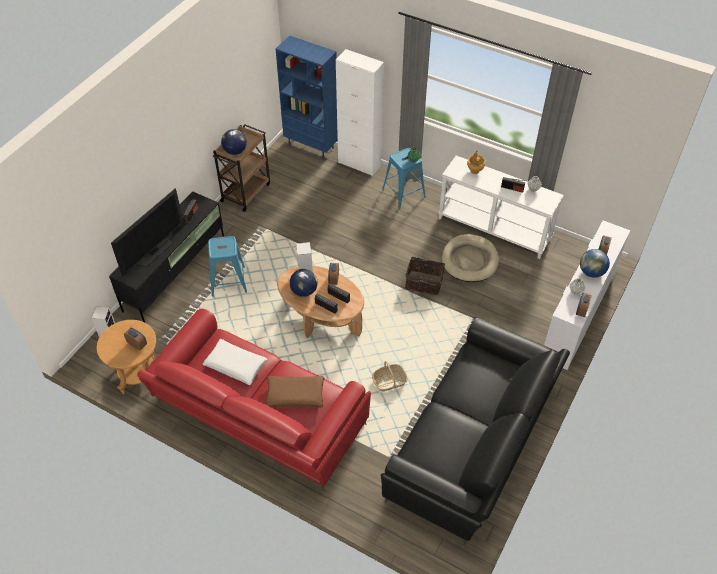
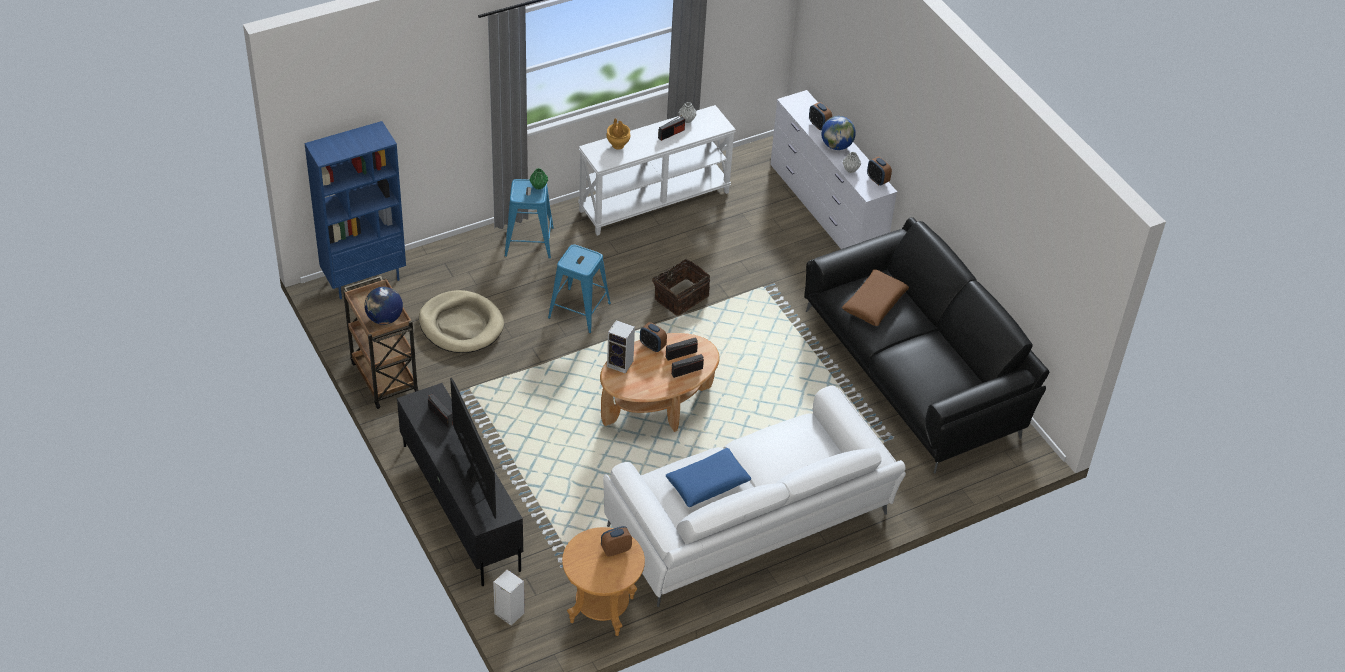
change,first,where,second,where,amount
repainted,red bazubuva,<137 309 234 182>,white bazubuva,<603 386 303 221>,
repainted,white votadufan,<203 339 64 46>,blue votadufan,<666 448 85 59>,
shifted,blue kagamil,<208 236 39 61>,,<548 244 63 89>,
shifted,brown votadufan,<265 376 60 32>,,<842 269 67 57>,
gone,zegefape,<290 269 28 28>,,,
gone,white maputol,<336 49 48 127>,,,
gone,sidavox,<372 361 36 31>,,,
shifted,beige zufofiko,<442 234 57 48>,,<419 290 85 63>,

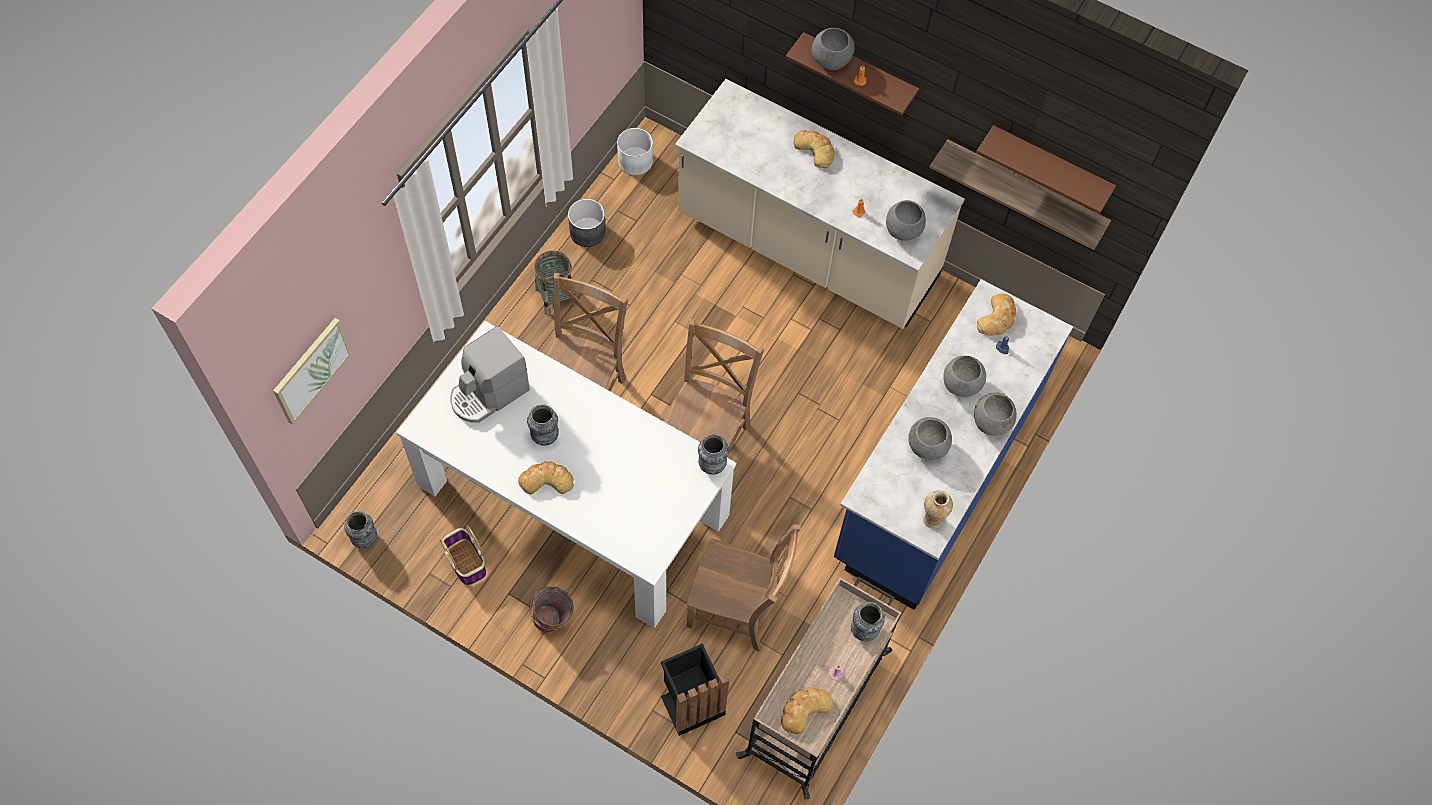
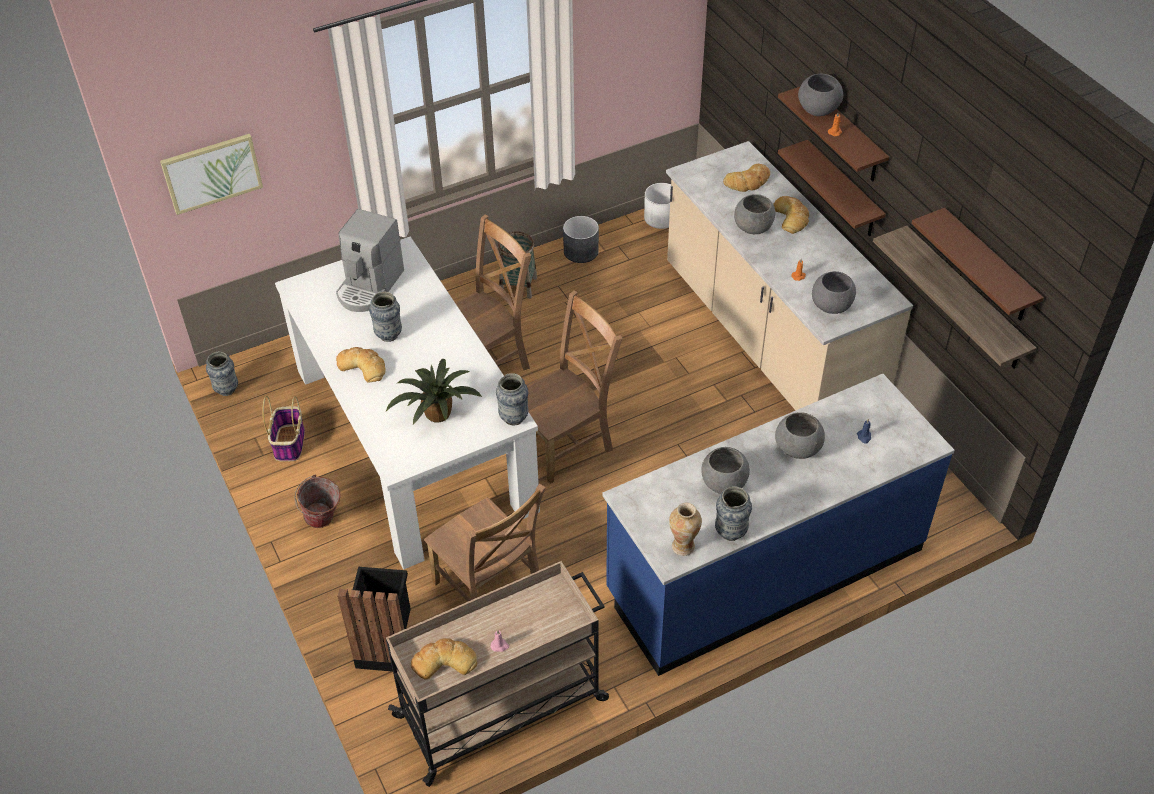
change,first,where,second,where,amount
rotated,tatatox,<450 326 80 97>,,<336 209 68 103>,60 degrees counterclockwise
shifted,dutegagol,<851 602 34 39>,,<715 486 37 55>,
shifted,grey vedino,<974 392 43 44>,,<734 194 41 40>,
shifted,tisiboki,<977 293 39 43>,,<723 164 47 28>,
new,,,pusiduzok,<386 359 96 65>,
new,,,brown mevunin,<778 140 108 96>,

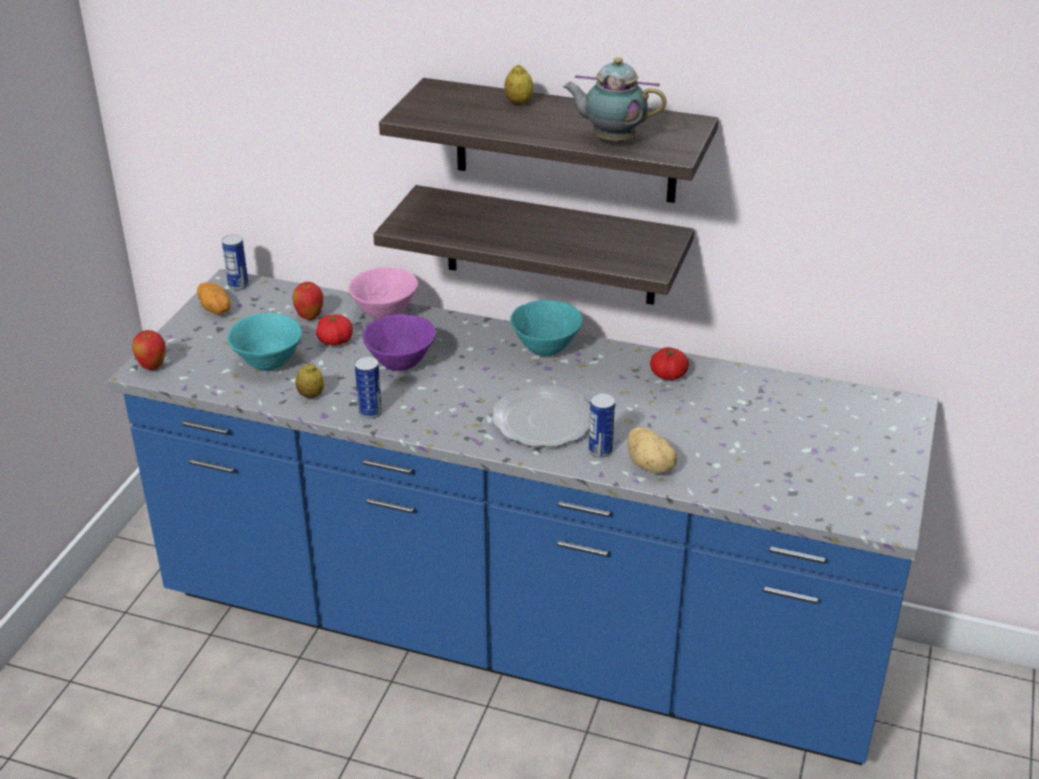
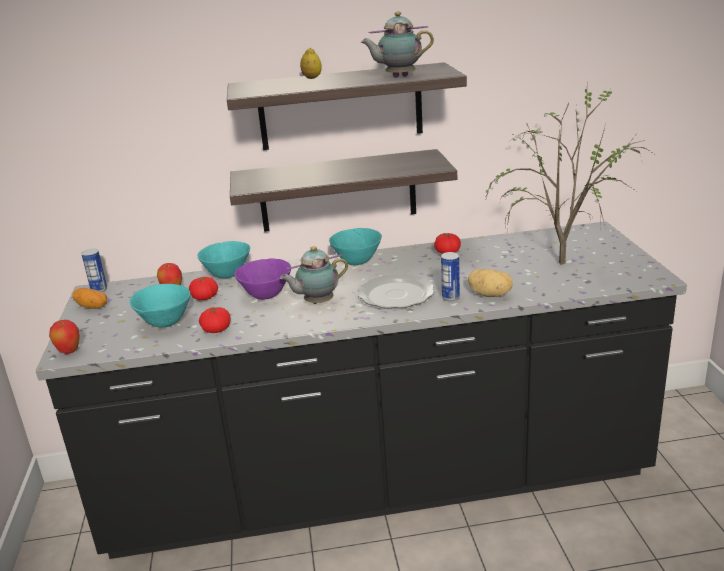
change,first,where,second,where,amount
repainted,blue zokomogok,<108 269 831 496>,black zokomogok,<36 221 651 338>,
swapped,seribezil,<295 363 29 35>,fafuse,<199 307 31 26>,
repainted,pink vedino,<348 267 70 52>,turquoise vedino,<198 241 52 37>,
gone,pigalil,<355 356 27 63>,,,
new,,,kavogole,<280 246 68 58>,
new,,,pusiduzok,<484 89 170 176>,

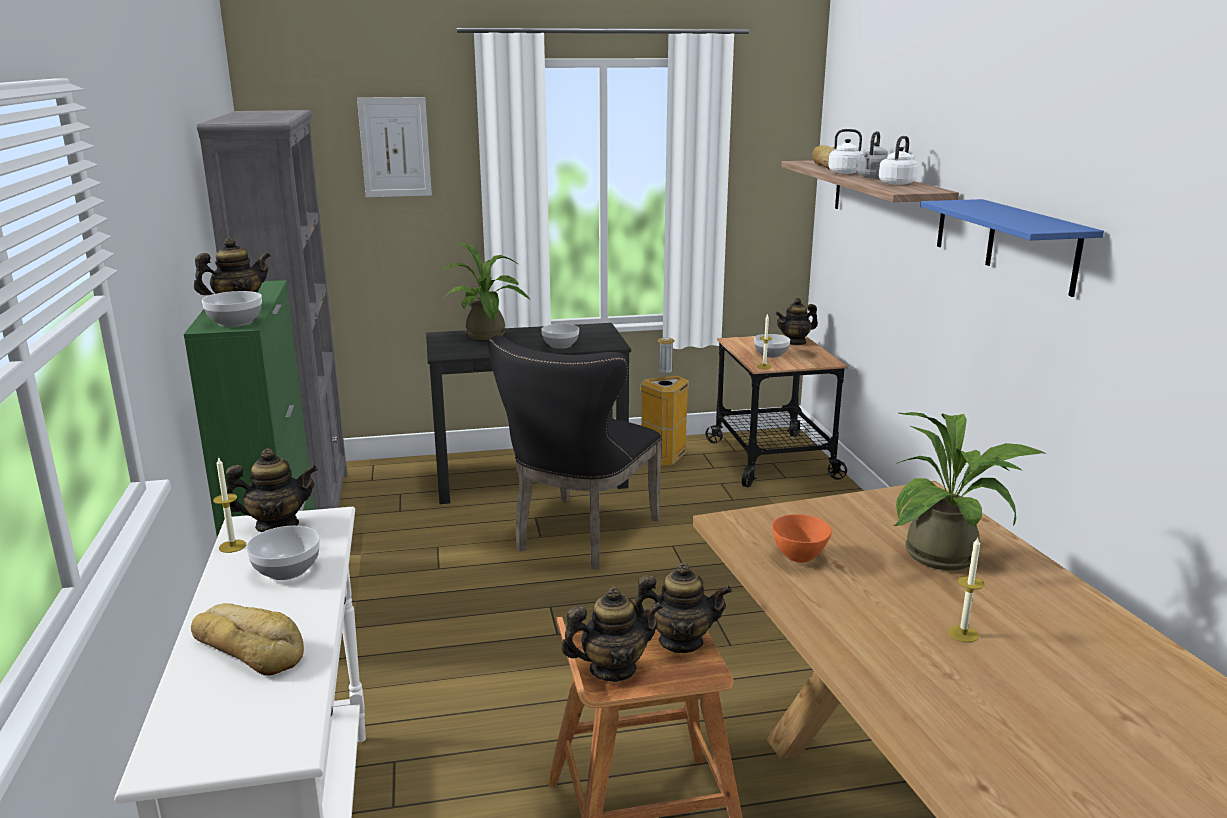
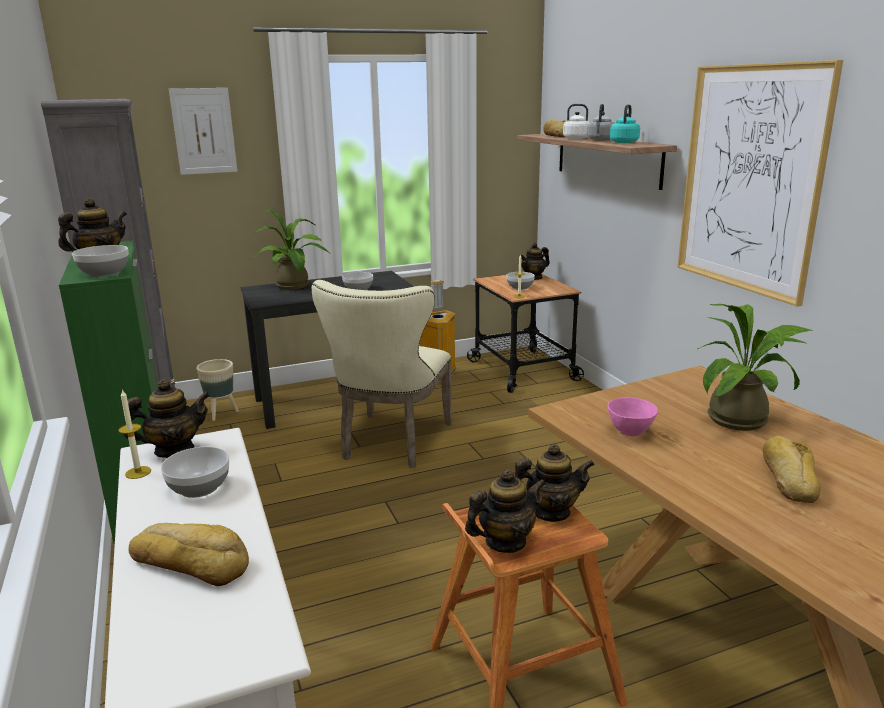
change,first,where,second,where,amount
repainted,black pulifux,<489 335 173 234>,beige pulifux,<312 280 140 188>,
repainted,orange vedino,<772 514 60 49>,pink vedino,<608 397 50 39>,
repainted,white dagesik,<878 136 40 49>,turquoise dagesik,<610 104 30 39>,
swapped,blue mevunin,<920 199 184 98>,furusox,<677 60 166 246>,
swapped,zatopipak,<948 538 36 105>,tisiboki,<763 436 58 67>,
new,,,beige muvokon,<196 359 43 62>,

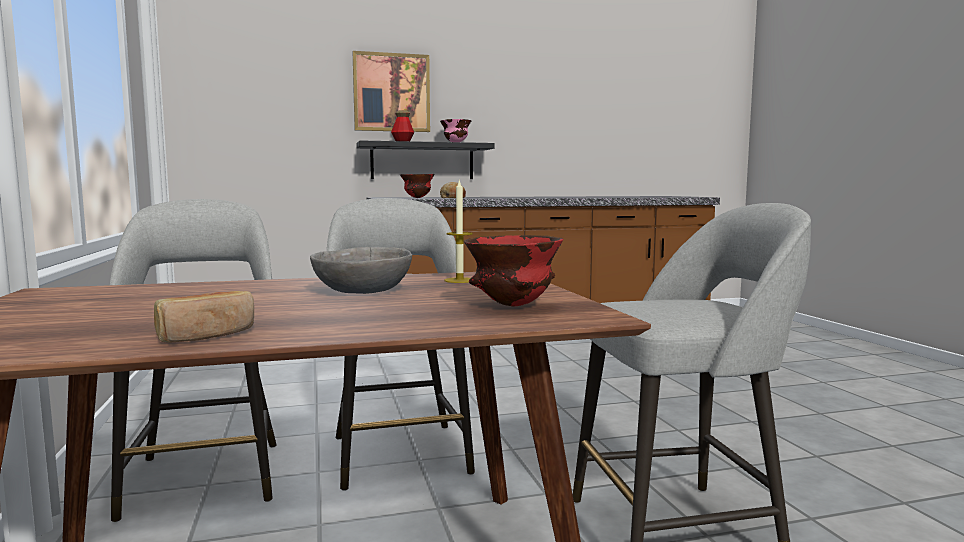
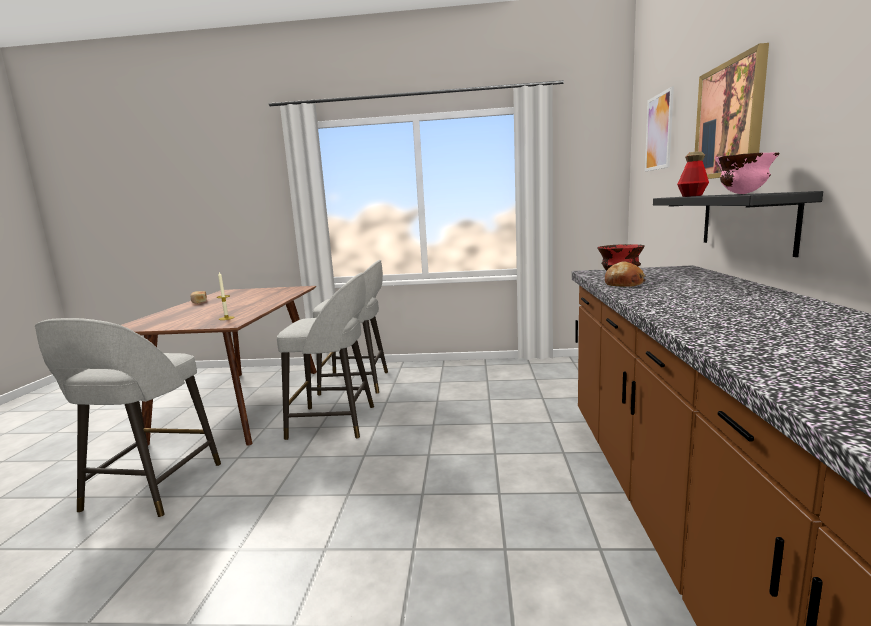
change,first,where,second,where,amount
gone,grey vedino,<310 247 102 47>,,,
gone,red vedino,<464 235 100 71>,,,
new,,,furusox,<645 86 29 85>,

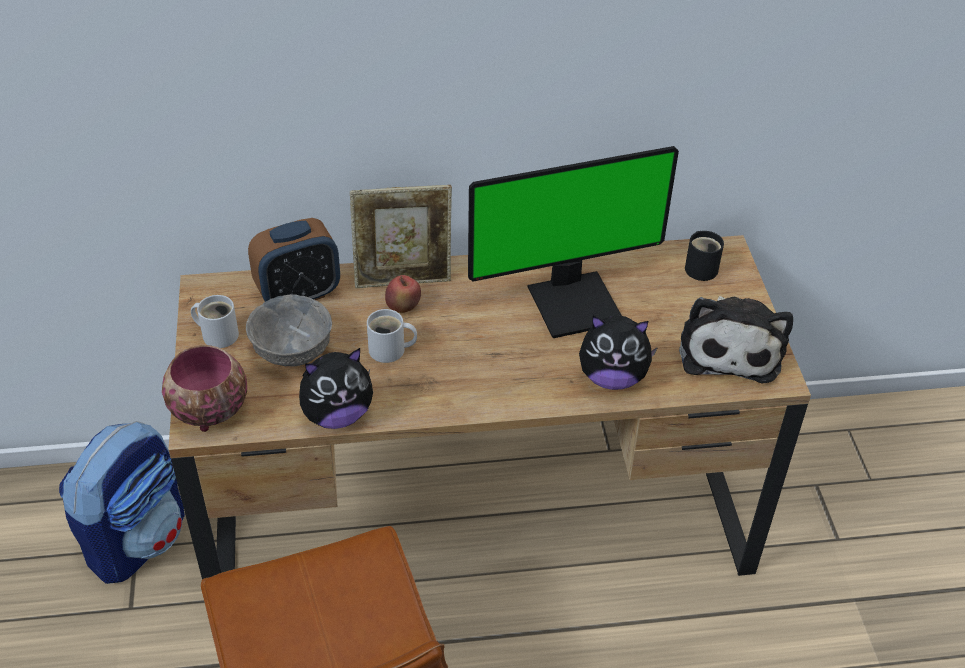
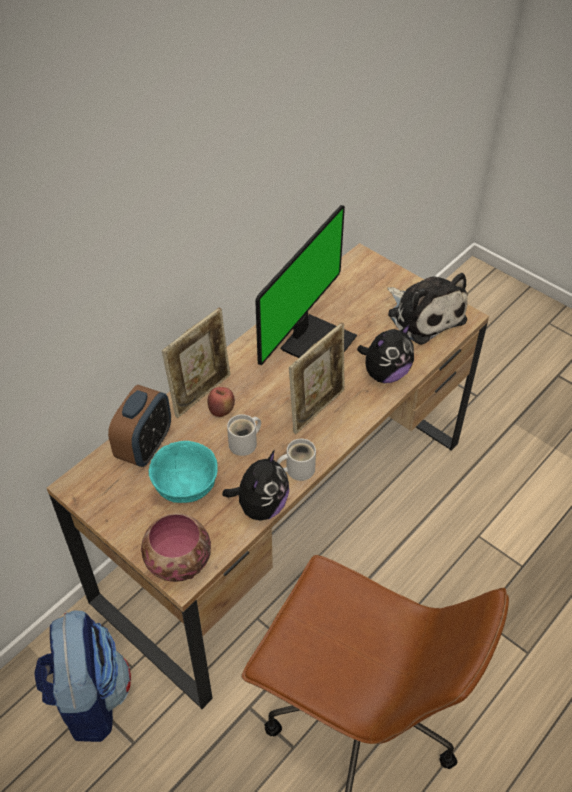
change,first,where,second,where,amount
shifted,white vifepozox,<191 295 48 53>,,<277 439 39 42>,
repainted,grey vedino,<246 294 86 73>,turquoise vedino,<149 441 69 62>,
gone,black vifepozox,<685 231 39 50>,,,
new,,,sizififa,<289 322 56 112>,

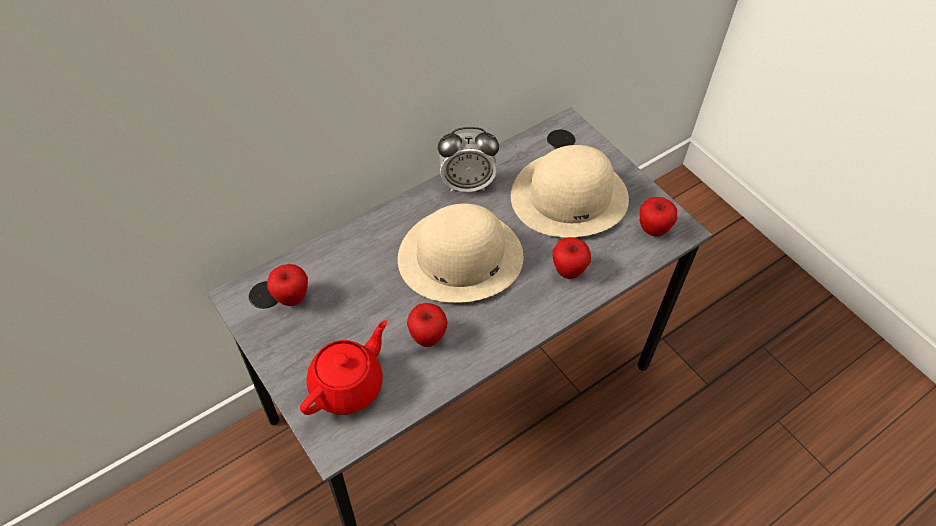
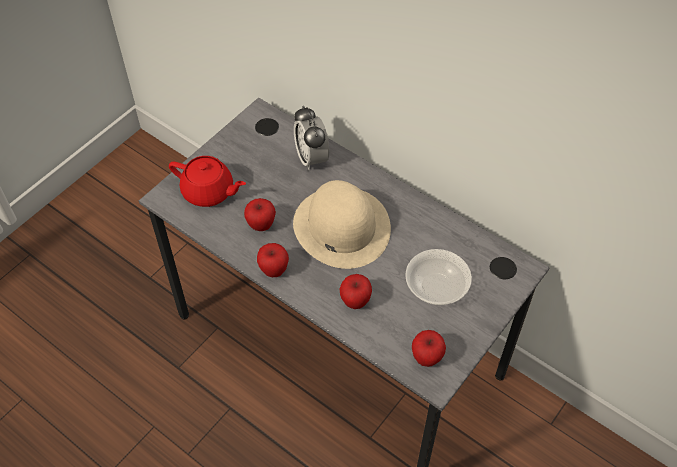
change,first,where,second,where,amount
shifted,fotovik,<267 264 41 42>,,<257 243 32 34>,
shifted,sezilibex,<438 127 61 65>,,<294 106 35 64>,
swapped,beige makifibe,<511 145 118 92>,vedino,<405 249 67 56>,

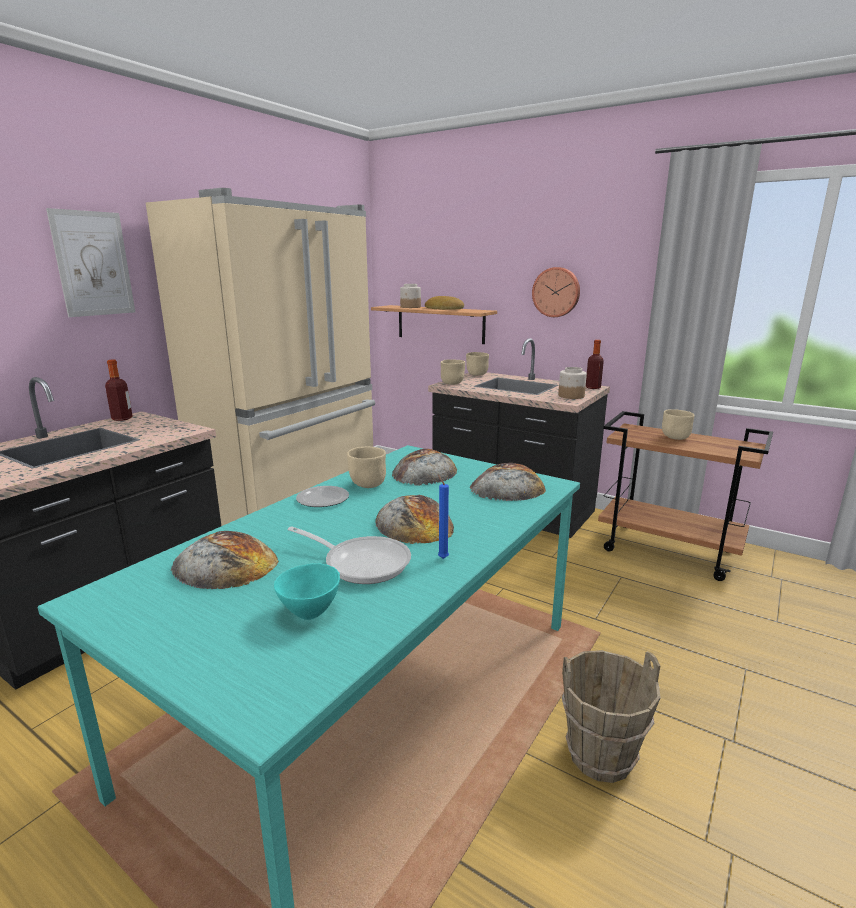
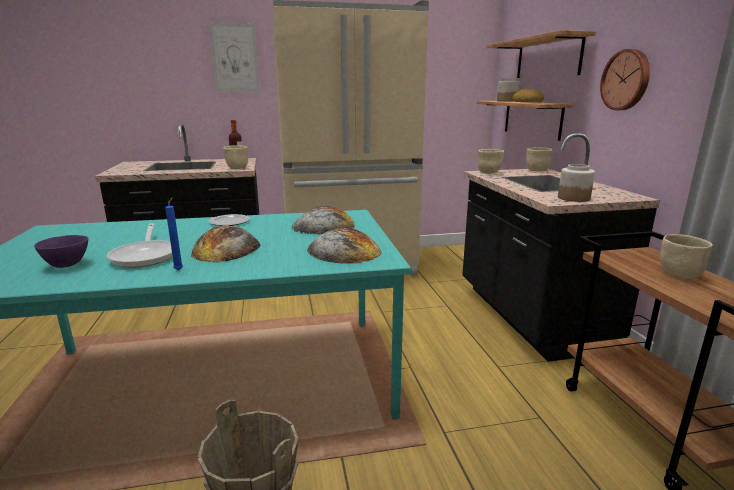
change,first,where,second,where,amount
gone,tisiboki,<171 531 108 58>,,,
repainted,turquoise vedino,<274 563 66 57>,purple vedino,<34 235 54 33>,
shifted,beige vedino,<347 447 39 41>,,<223 145 25 24>,
gone,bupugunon,<586 340 18 49>,,,
new,,,mevunin,<487 30 109 48>,

